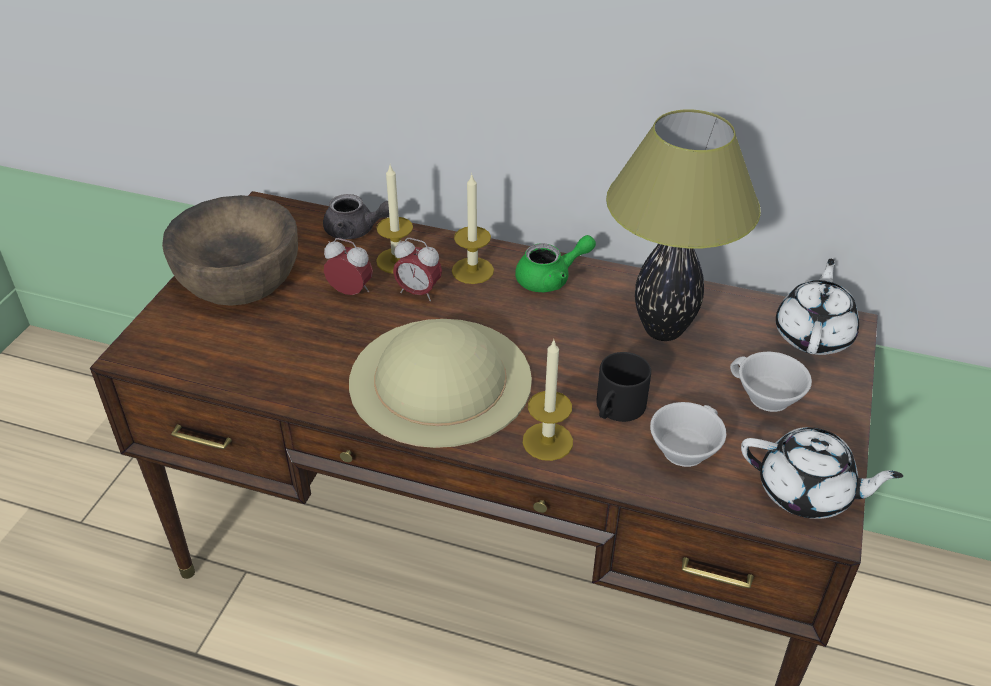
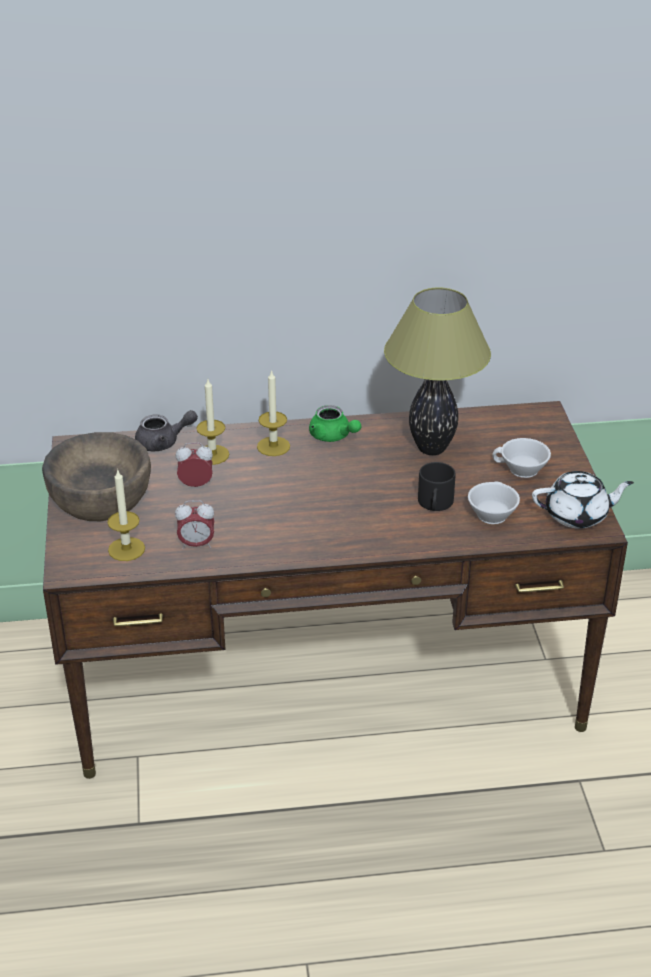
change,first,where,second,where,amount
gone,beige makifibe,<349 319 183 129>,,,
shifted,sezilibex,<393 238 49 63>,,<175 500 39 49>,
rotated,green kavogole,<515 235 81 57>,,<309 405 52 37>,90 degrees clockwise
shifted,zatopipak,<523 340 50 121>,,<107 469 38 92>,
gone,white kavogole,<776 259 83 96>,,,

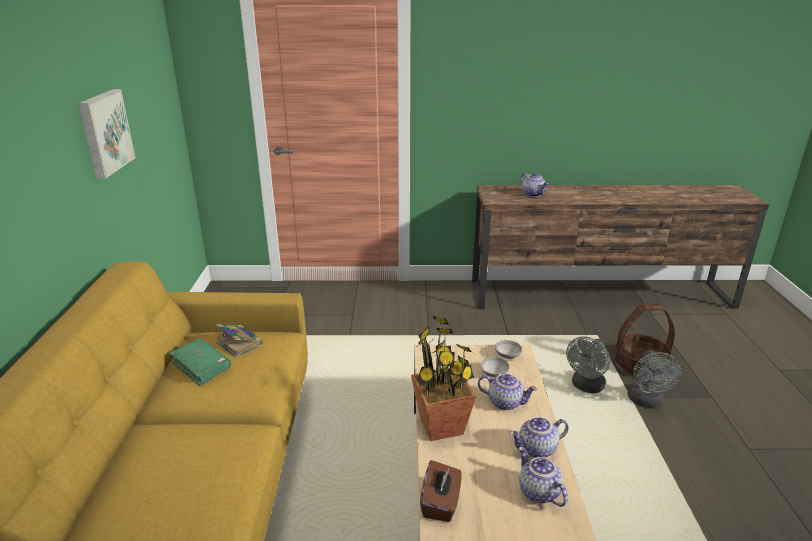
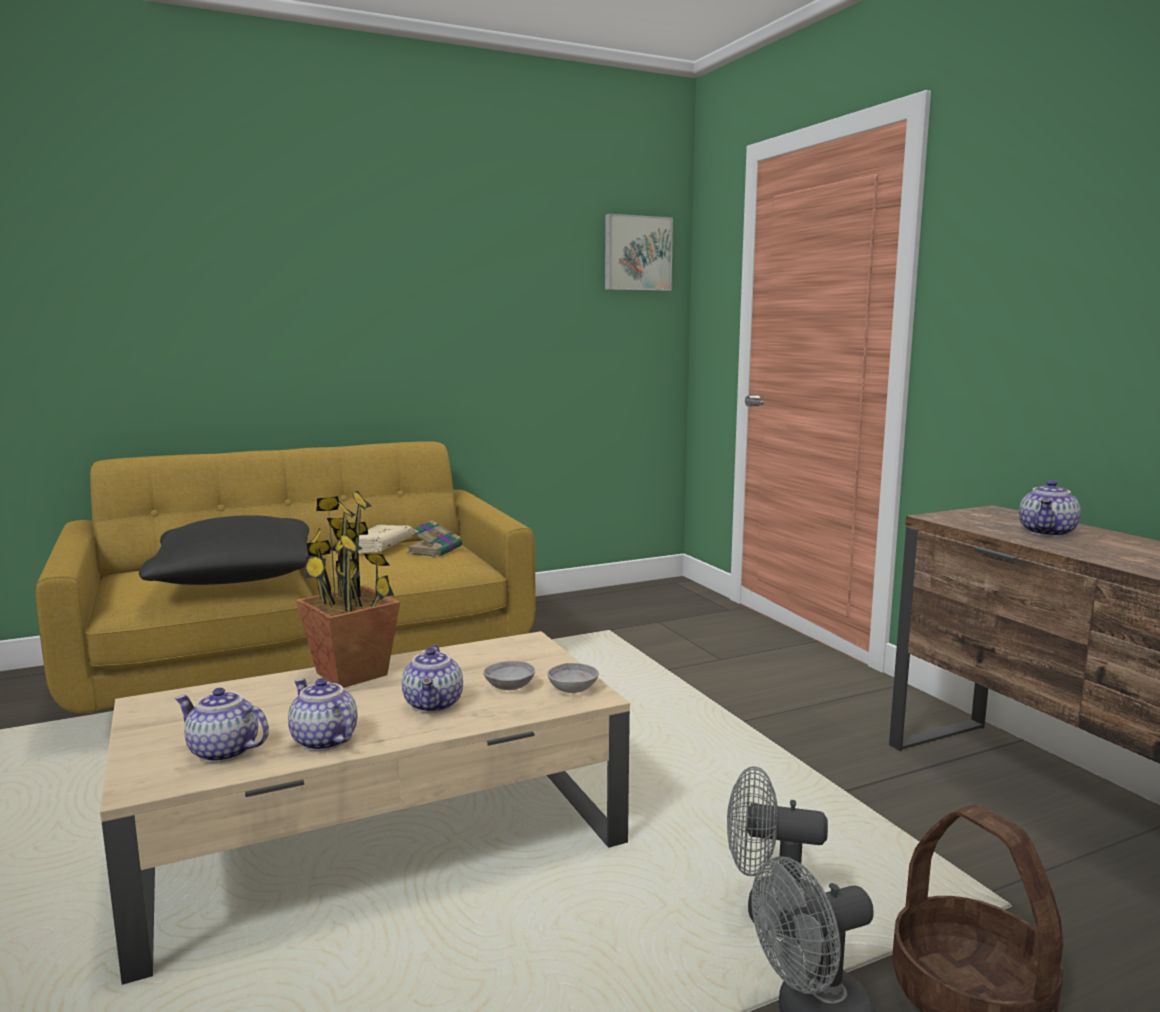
change,first,where,second,where,amount
shifted,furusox,<78 89 57 90>,,<605 214 68 77>,
repainted,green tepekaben,<170 338 61 49>,beige tepekaben,<346 525 67 29>,
gone,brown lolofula,<420 460 42 62>,,,
rotated,kavogole,<519 447 49 60>,,<175 688 94 75>,105 degrees counterclockwise
new,,,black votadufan,<139 515 176 70>,

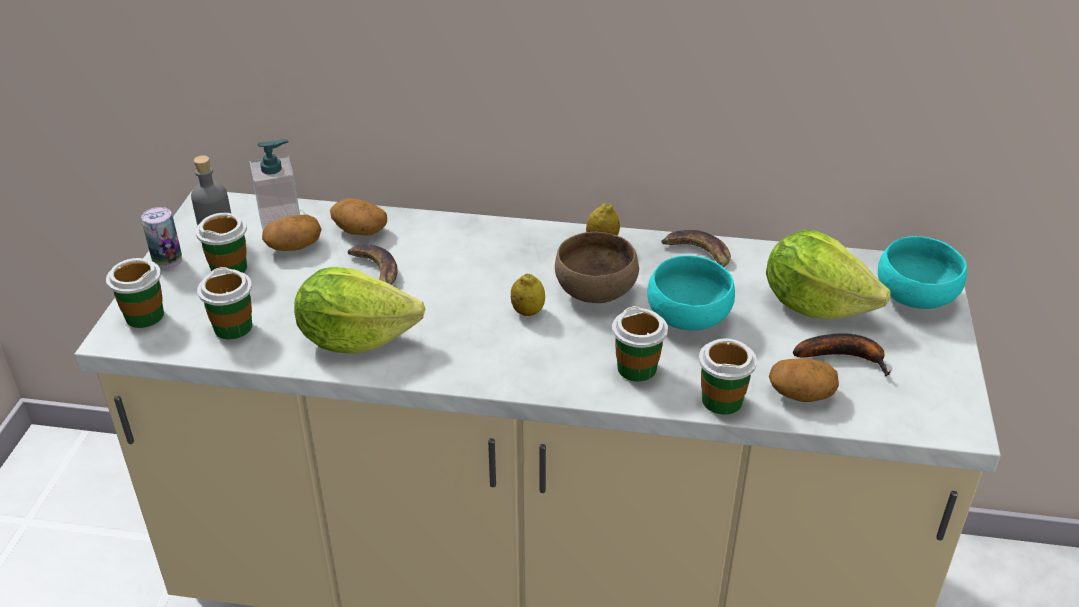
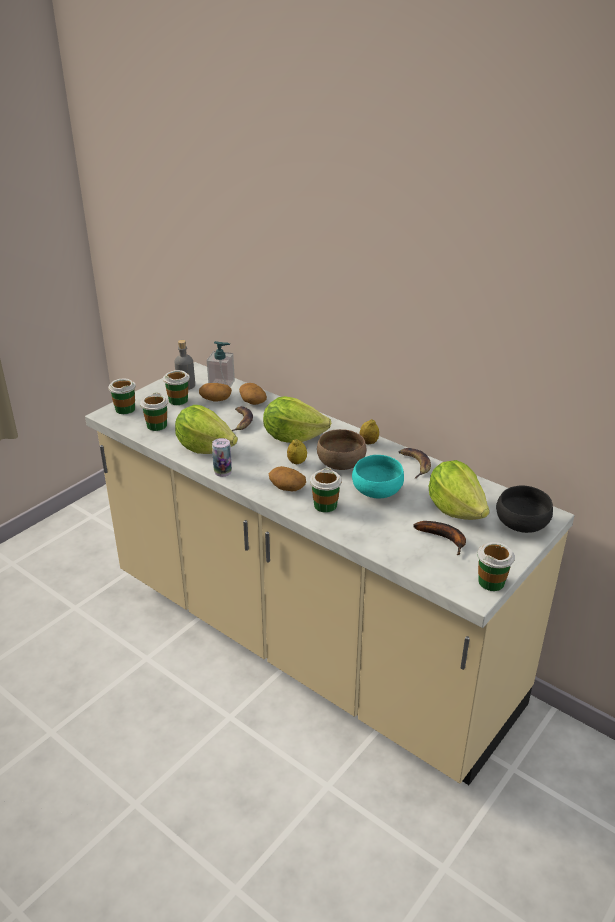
change,first,where,second,where,amount
shifted,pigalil,<141 207 41 63>,,<212 438 20 39>,
shifted,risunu,<699 338 58 77>,,<477 542 38 49>,
shifted,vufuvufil,<769 359 70 43>,,<269 466 37 25>,
repainted,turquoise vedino,<878 236 89 73>,black vedino,<496 485 57 48>,
new,,,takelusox,<263 396 68 47>,

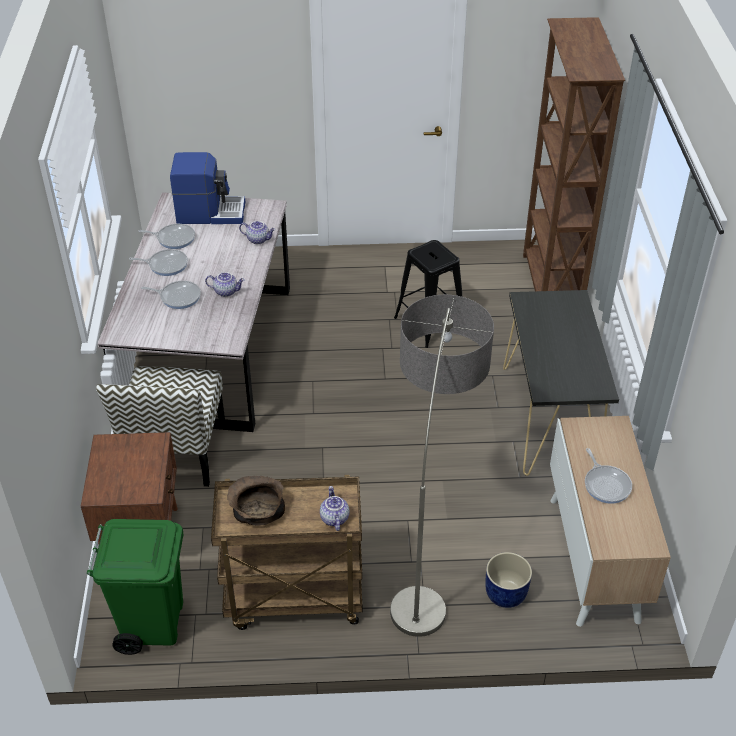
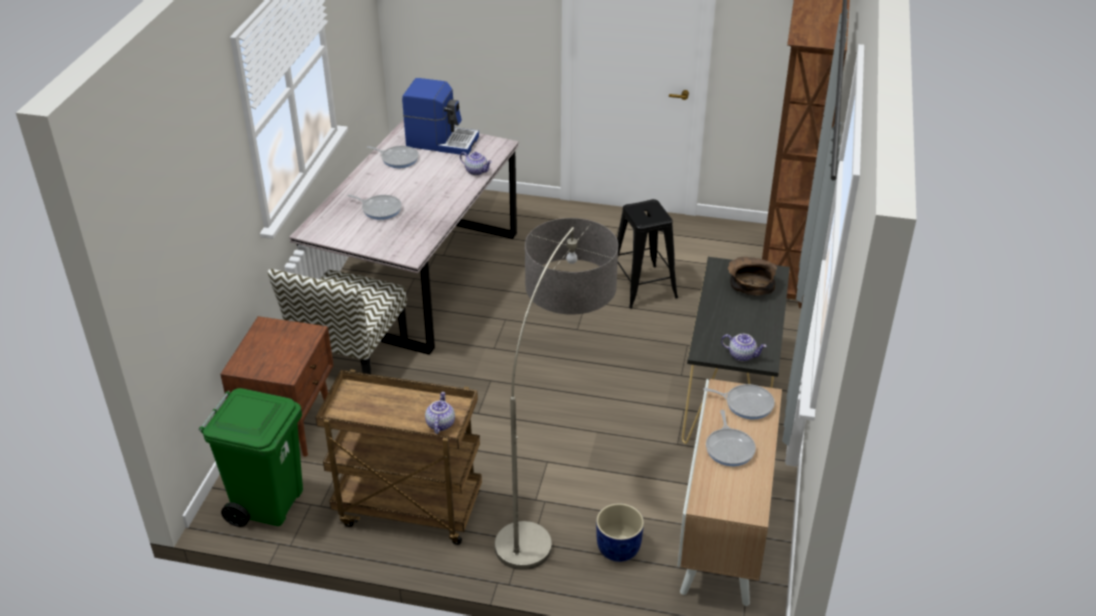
change,first,where,second,where,amount
shifted,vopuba,<129 249 59 27>,,<703 384 72 36>,
shifted,kavogole,<205 272 40 25>,,<721 334 46 28>,
shifted,brown vedino,<227 476 58 50>,,<728 257 49 39>,

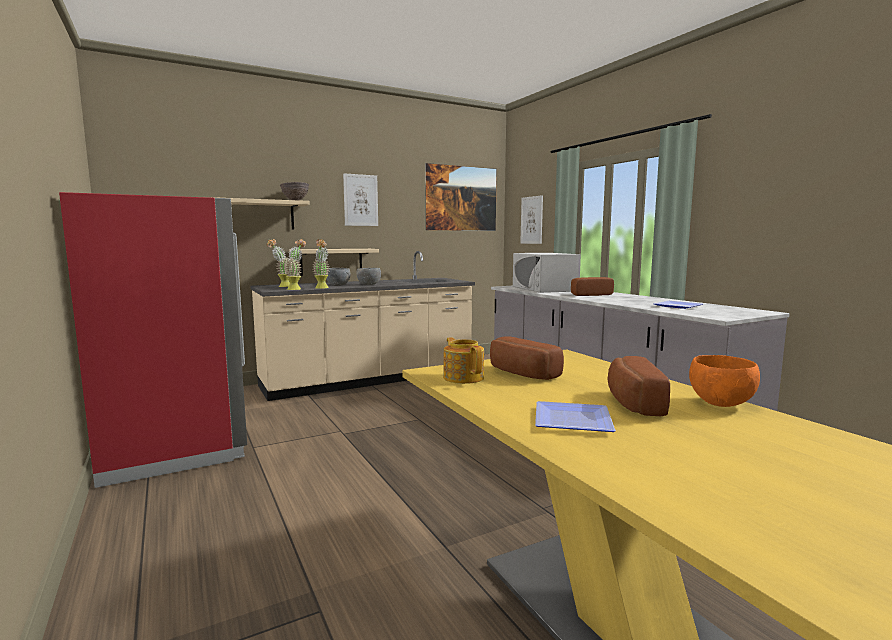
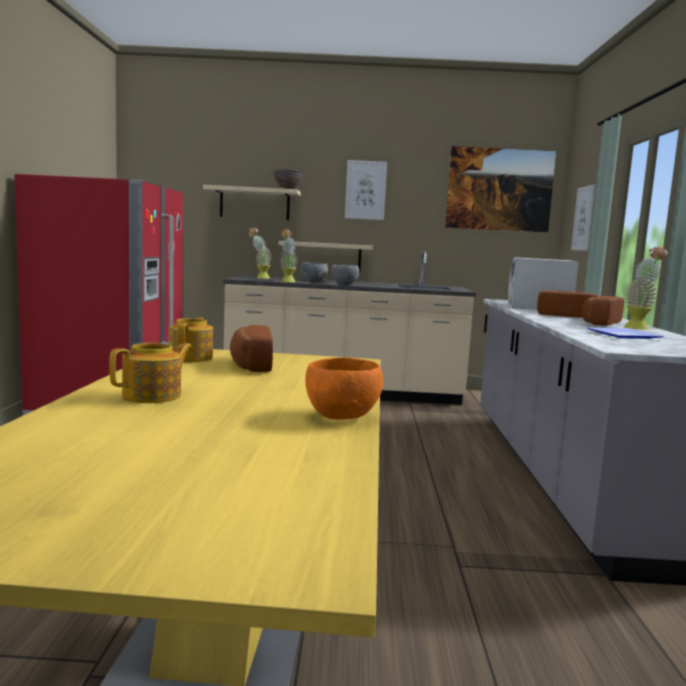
change,first,where,second,where,amount
shifted,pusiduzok,<285 239 21 51>,,<624 246 44 84>,
swapped,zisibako,<535 401 81 31>,kavogole,<109 343 84 60>,
shifted,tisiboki,<608 356 62 60>,,<582 296 42 30>,

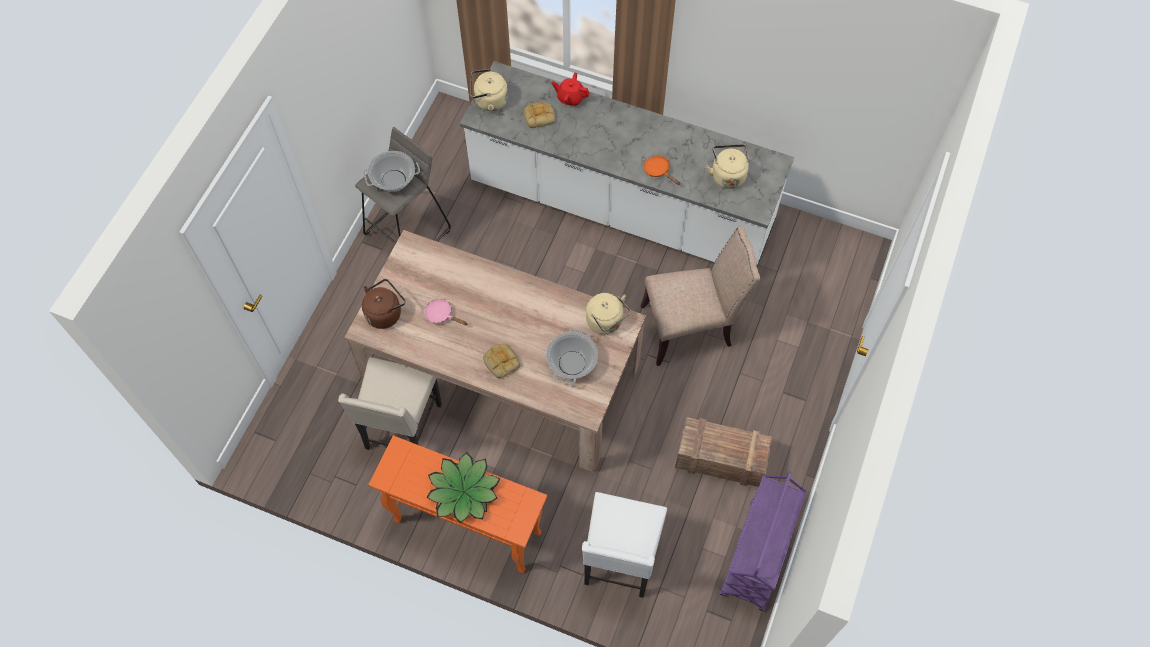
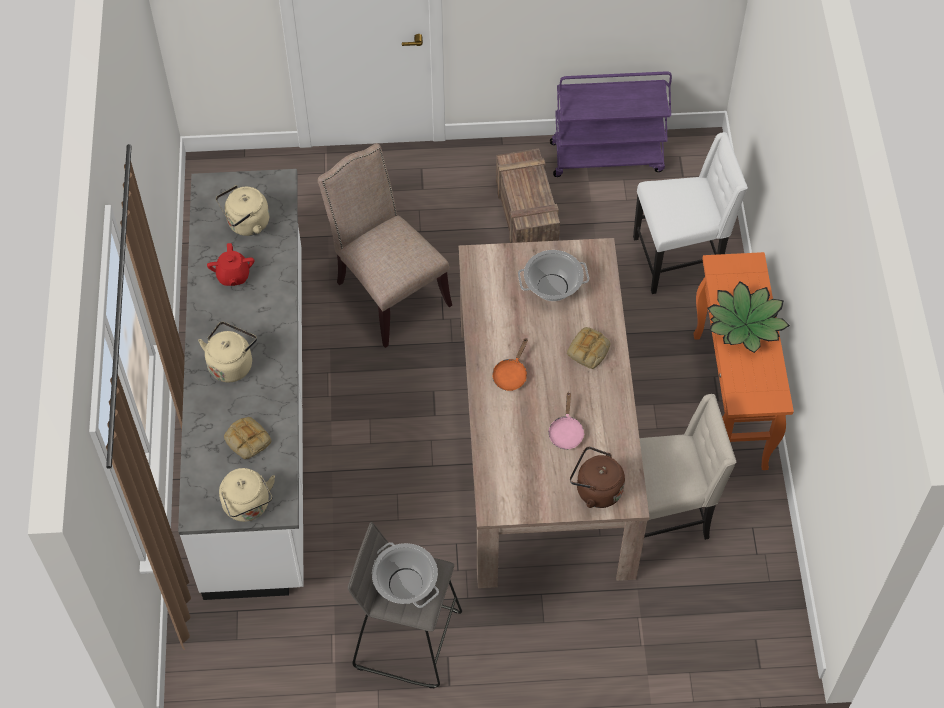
change,first,where,second,where,amount
shifted,red kavogole,<552 72 38 34>,,<207 243 47 43>,
shifted,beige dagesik,<586 293 45 41>,,<198 322 59 60>,
shifted,orange vopuba,<643 156 37 29>,,<492 339 36 52>,

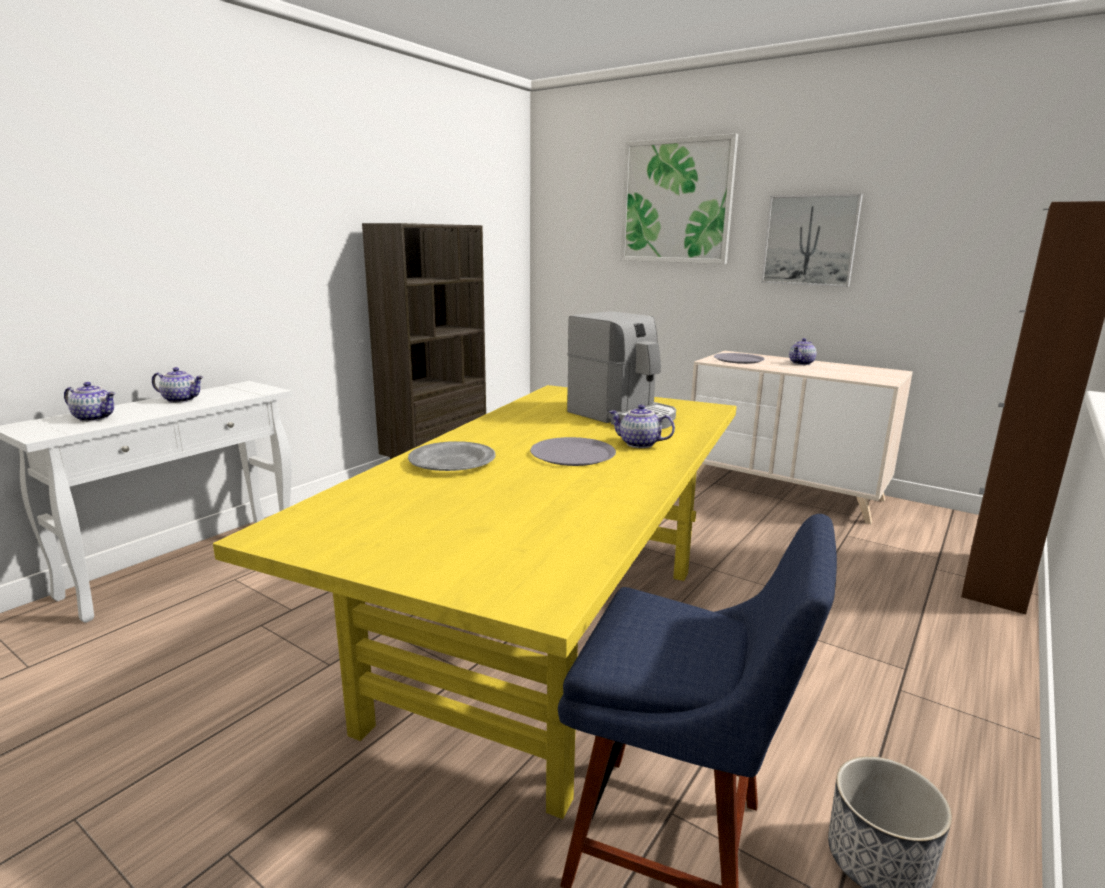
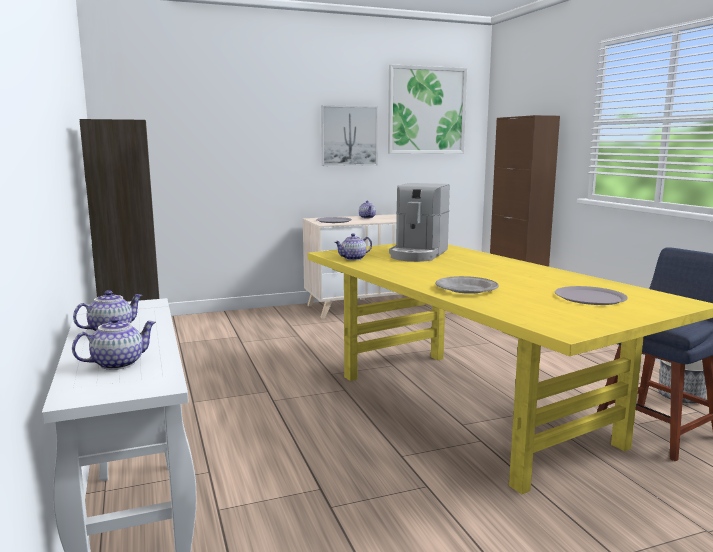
change,first,where,second,where,amount
shifted,grey zisibako,<530 437 86 29>,,<555 286 73 19>,
rotated,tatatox,<567 311 109 118>,,<389 183 61 79>,120 degrees clockwise
shifted,kavogole,<609 404 66 44>,,<335 233 37 27>,
shifted,furusox,<620 133 118 131>,,<388 64 79 90>,

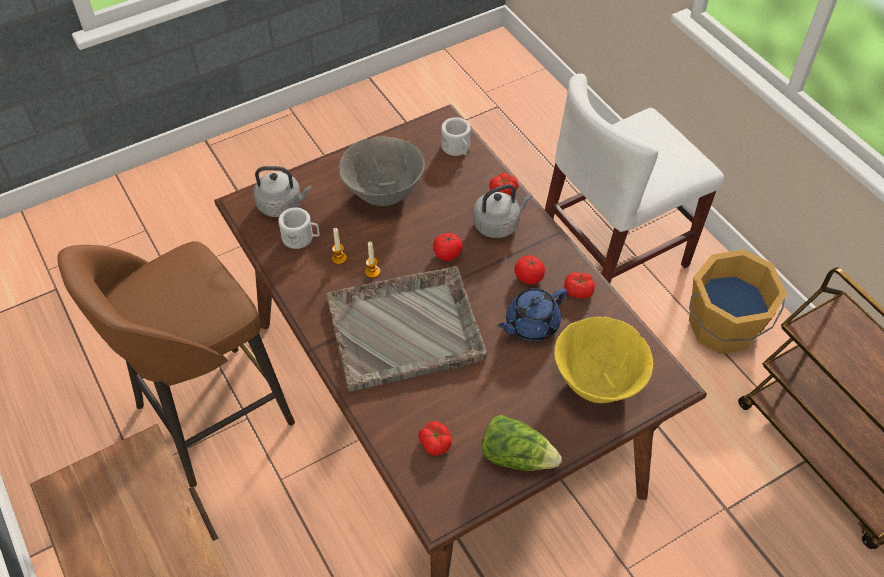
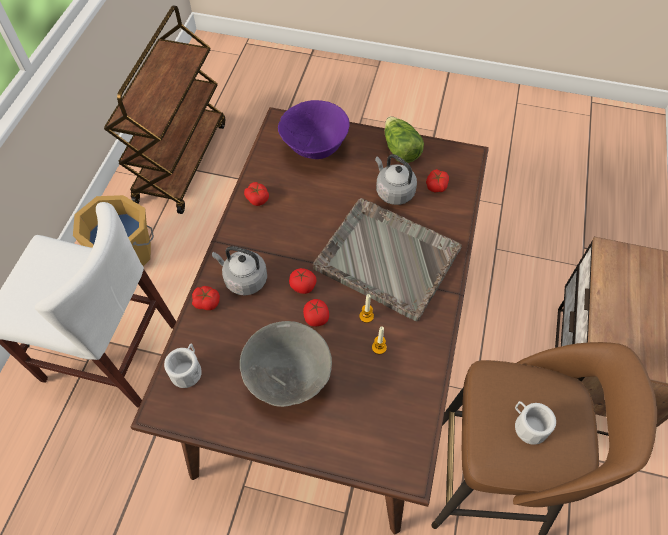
change,first,where,second,where,amount
shifted,grey dagesik,<254 166 58 51>,,<375 154 42 51>,
shifted,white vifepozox,<278 207 42 42>,,<515 401 41 44>,
gone,blue kavogole,<497 288 70 53>,,,
shifted,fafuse,<514 255 31 29>,,<303 299 26 27>,
repainted,yellow vedino,<554 317 99 86>,purple vedino,<278 100 72 59>,

